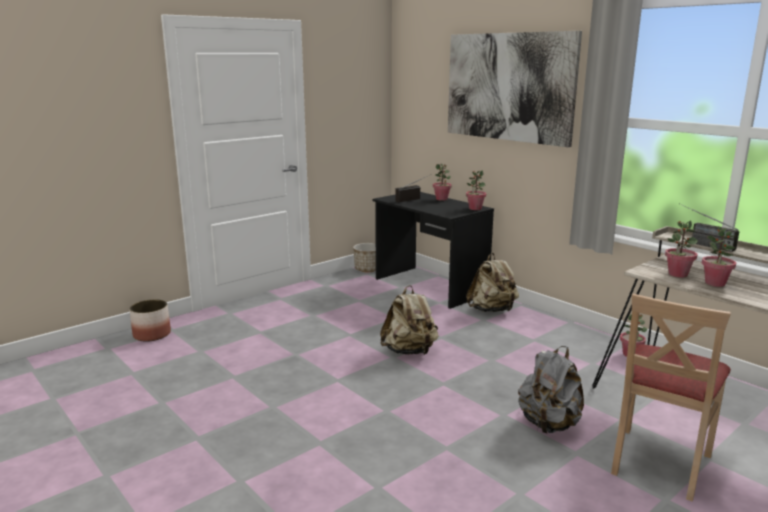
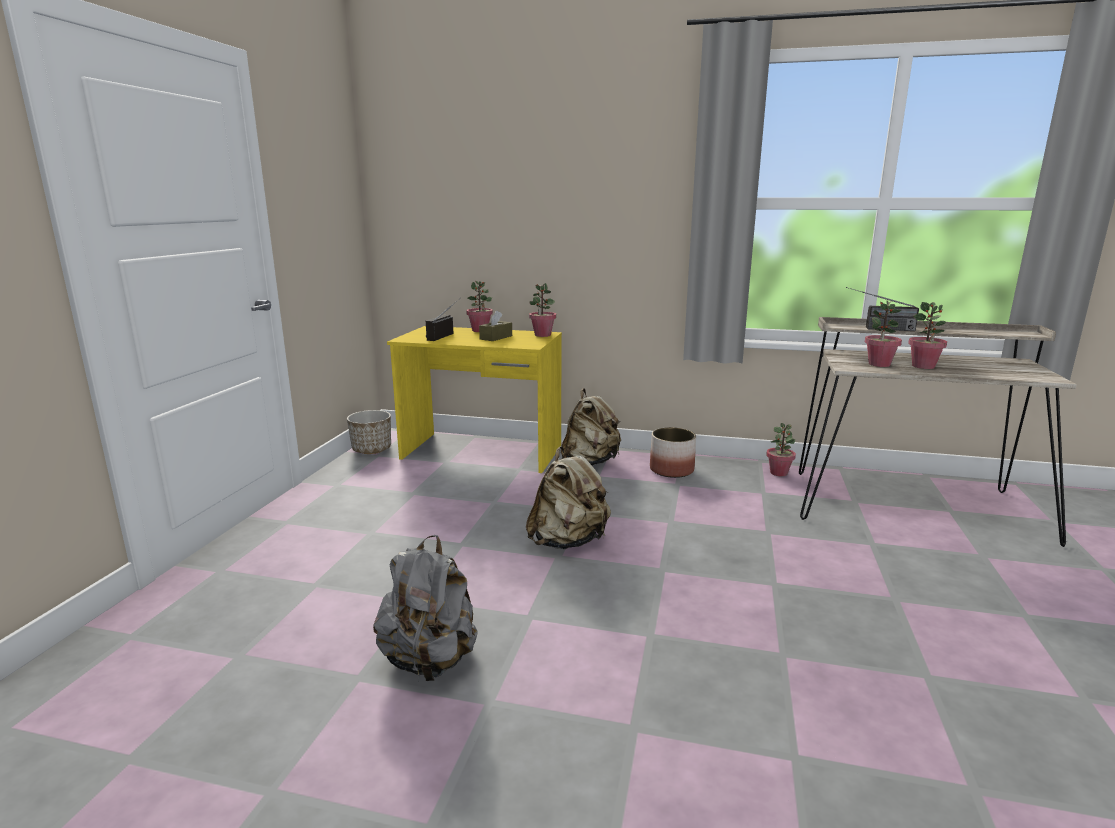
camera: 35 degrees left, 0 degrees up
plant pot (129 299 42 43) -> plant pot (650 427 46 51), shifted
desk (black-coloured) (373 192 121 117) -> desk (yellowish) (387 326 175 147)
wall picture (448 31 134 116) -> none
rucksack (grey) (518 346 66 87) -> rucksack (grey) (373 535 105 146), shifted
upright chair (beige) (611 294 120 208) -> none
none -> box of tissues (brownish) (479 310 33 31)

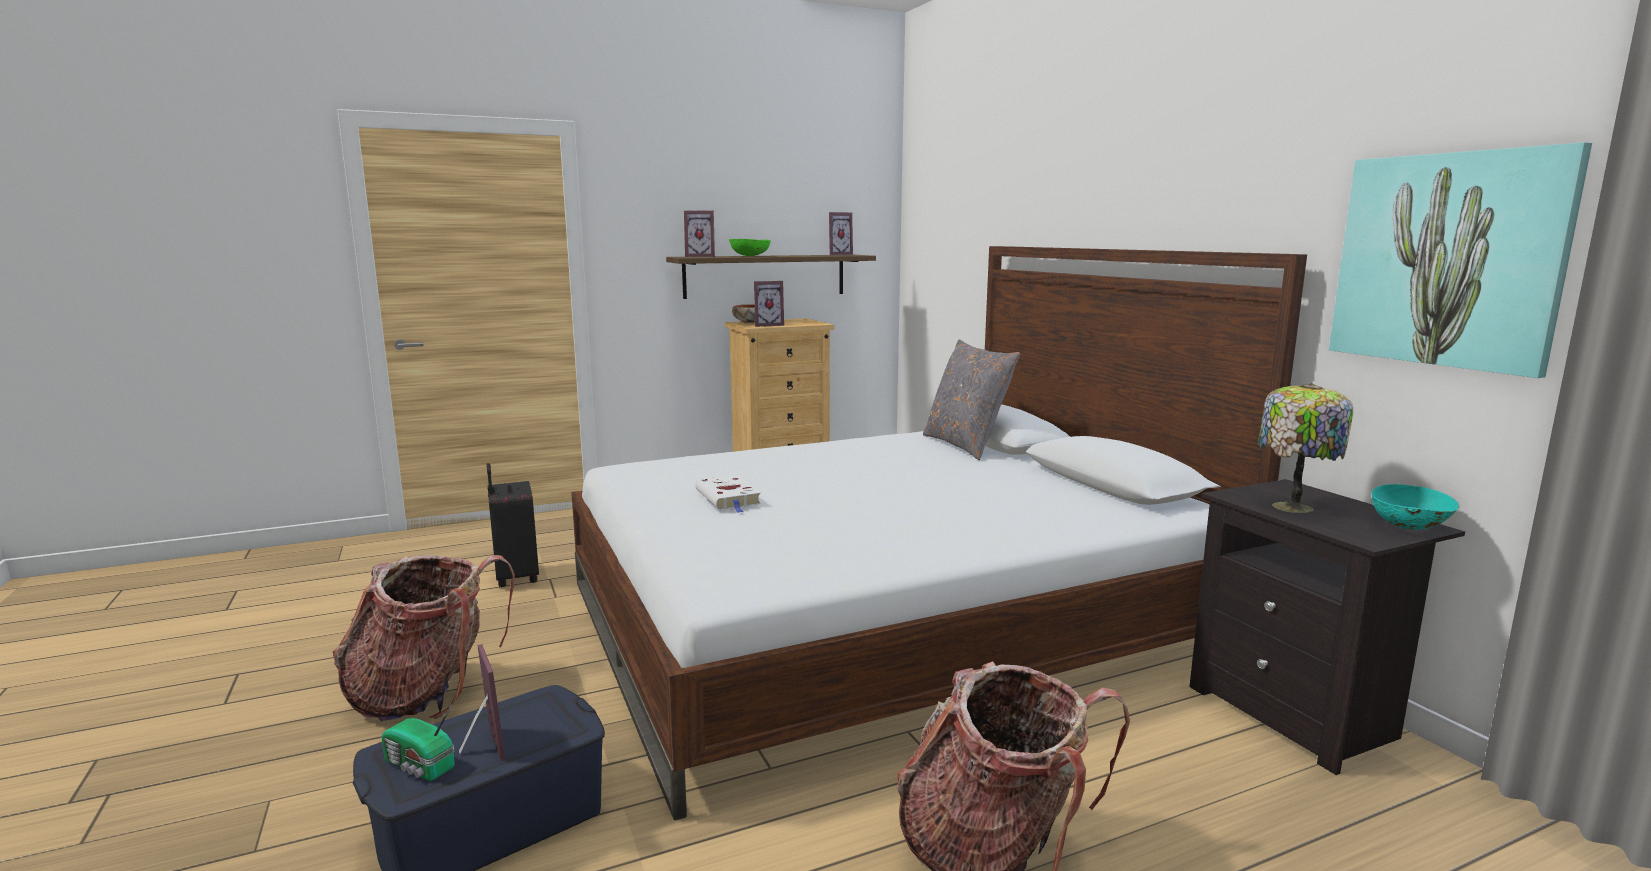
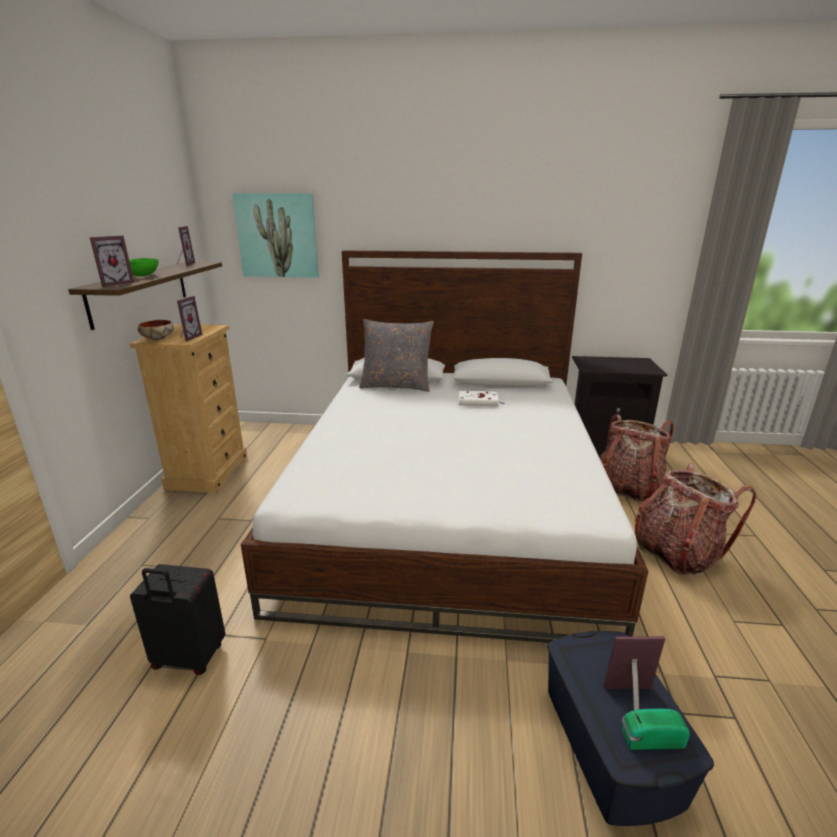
camera: 60 degrees left, 10 degrees up
rucksack (332 555 183 166) -> rucksack (600 414 74 89), shifted
radio (382 703 72 78) -> radio (622 708 68 42), 150 degrees counterclockwise
volume (white-coloured) (695 475 66 38) -> volume (white-coloured) (458 391 47 15), shifted
lamp for a table (1258 383 95 130) -> none
wall picture (1329 142 263 236) -> wall picture (232 193 87 85), shifted
serving bowl (turquoise) (1371 484 89 46) -> none

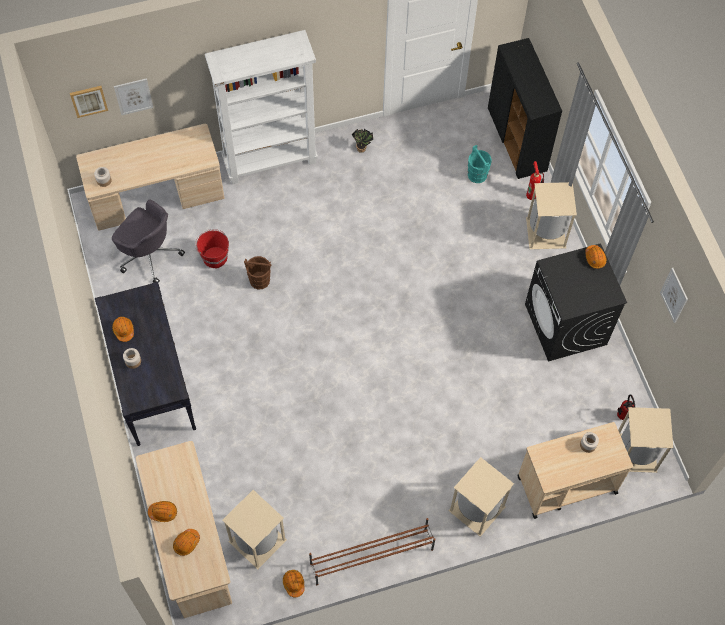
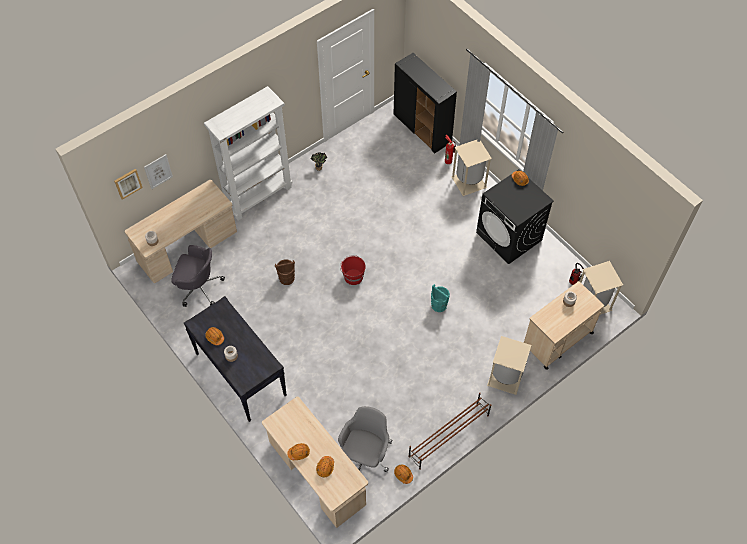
camera: 20 degrees left, 5 degrees down
bucket (reddish) (195 229 34 39) -> bucket (reddish) (340 255 26 30), shifted
waste bin (beige) (222 490 65 79) -> computer chair (grey) (338 406 54 66)
bucket (turquoise) (468 145 24 38) -> bucket (turquoise) (431 284 19 28), shifted
wall picture (660 268 28 55) -> none

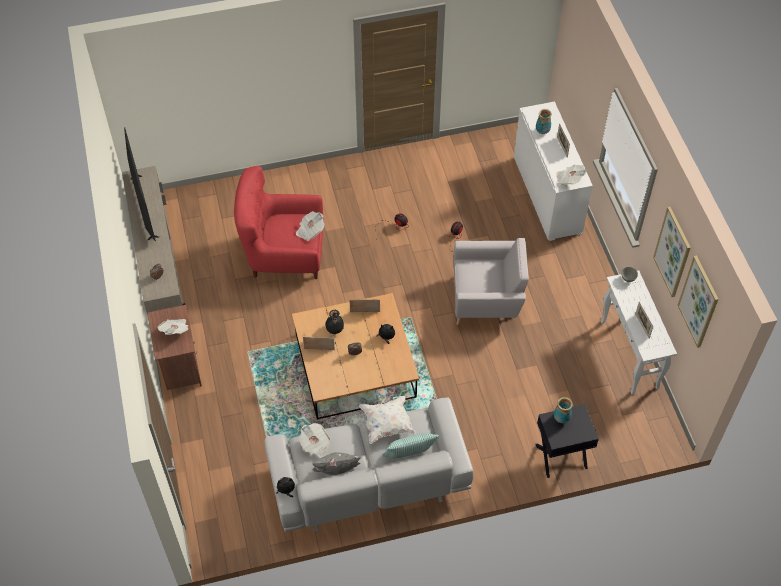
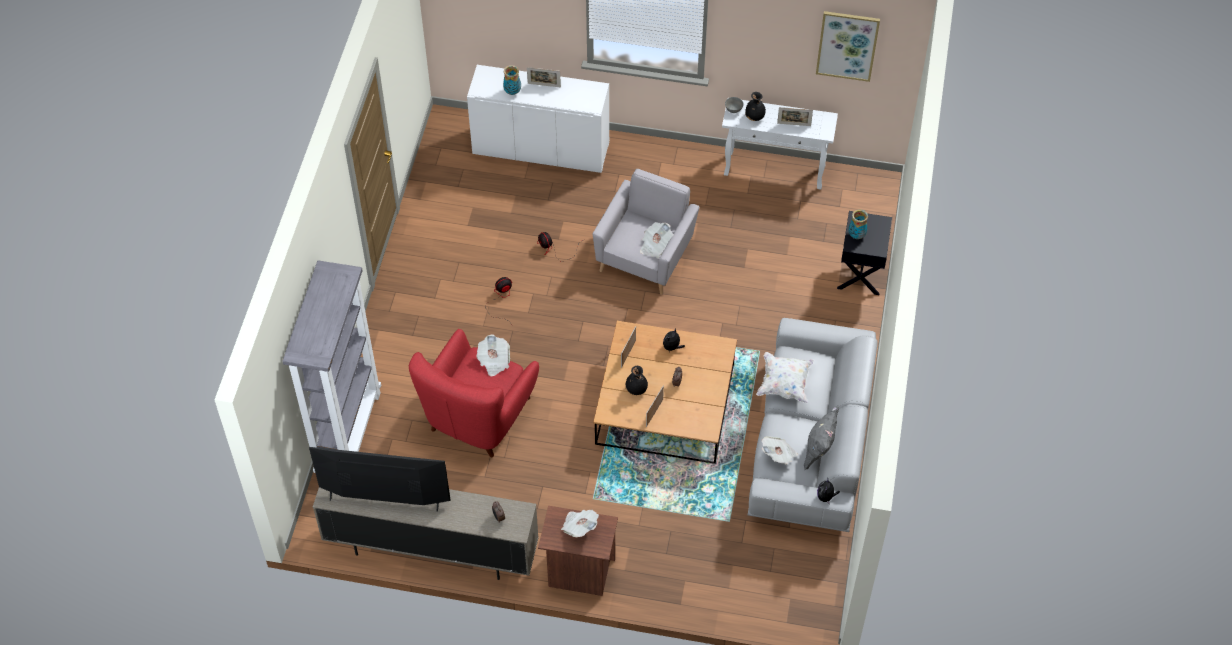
camera: 65 degrees left, 0 degrees up
cushion (382 433 57 25) -> none
printed paper (556 165 30 20) -> printed paper (640 222 34 36), shifted
wall picture (653 207 38 90) -> none
none -> bookcase (grey) (282 260 99 213)
none -> flower vase (black-coloured) (745 92 21 29)

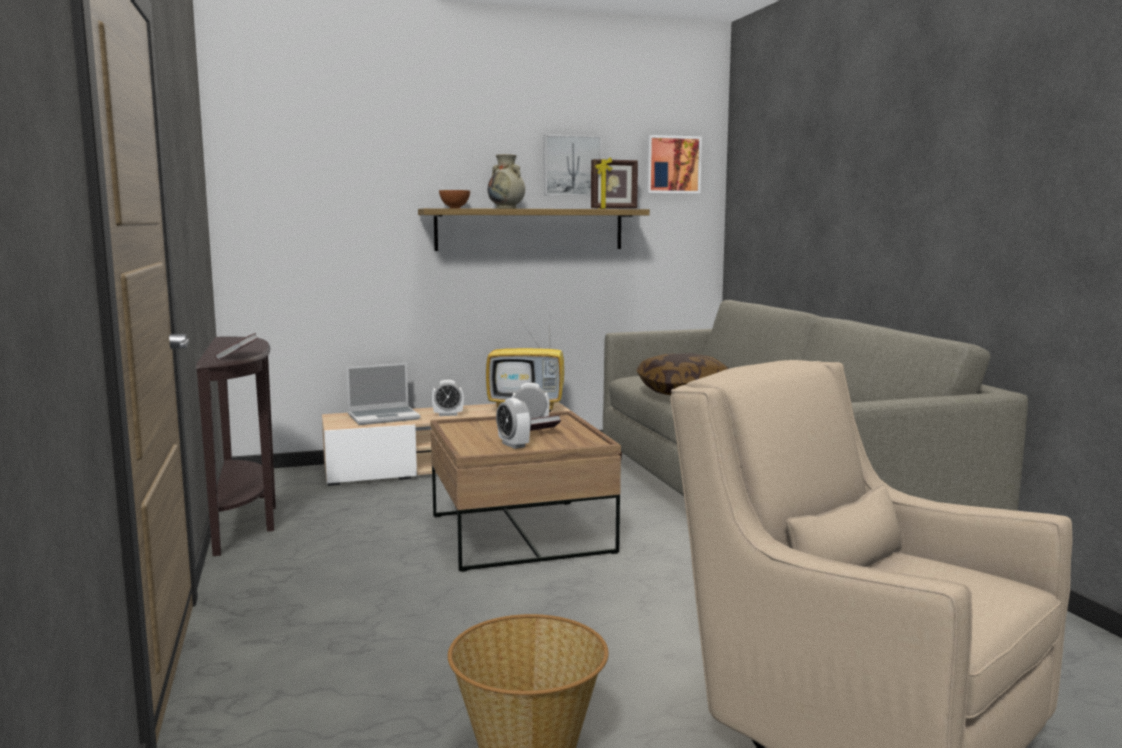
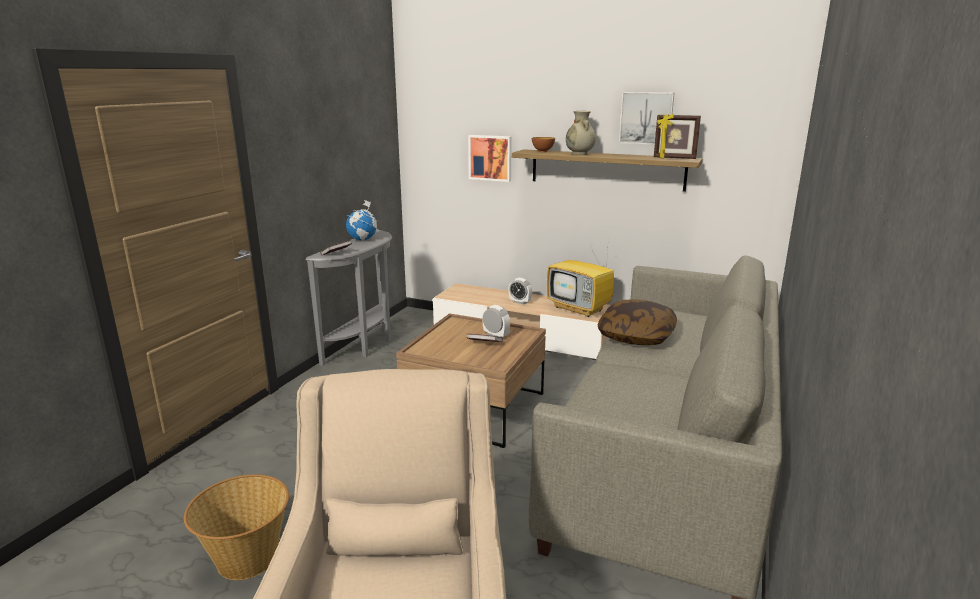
camera: 40 degrees right, 10 degrees up
hall table (brownish) (196 337 80 219) -> hall table (grey) (306 230 86 136)
portable computer (346 363 74 62) -> none
bedside clock (496 398 35 51) -> none
wall picture (646 135 56 59) -> wall picture (468 135 44 47), shifted
none -> globe (346 200 33 41)

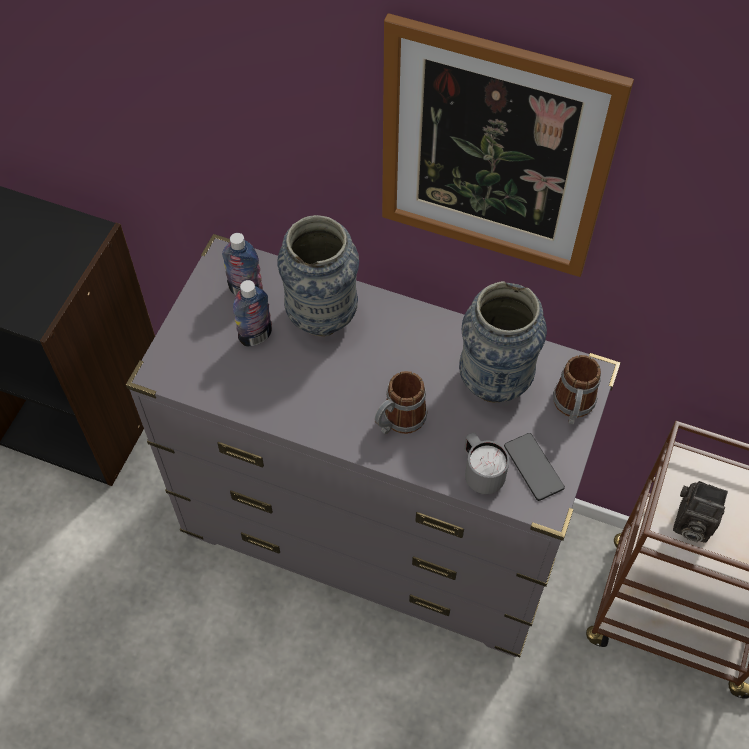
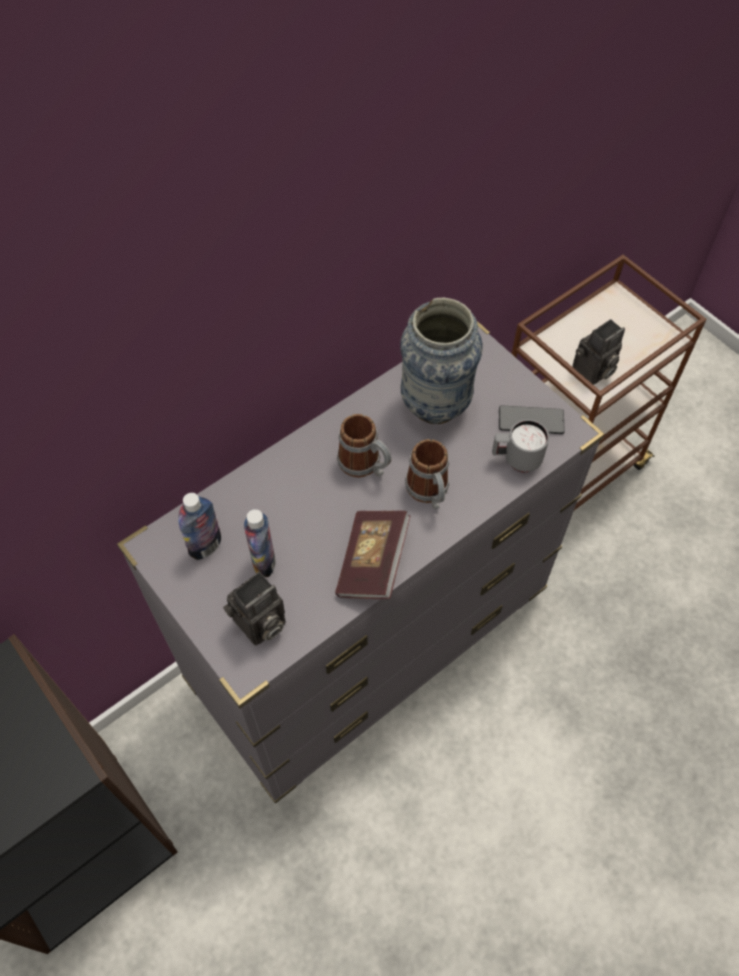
camera: 60 degrees left, 0 degrees up
flower vase (277 215 82 121) -> none
wall picture (382 13 252 264) -> none
tea mug (553 355 48 69) -> tea mug (337 414 54 64), shifted
none -> photo camera (223 572 63 74)
none -> volume (335 511 76 88)

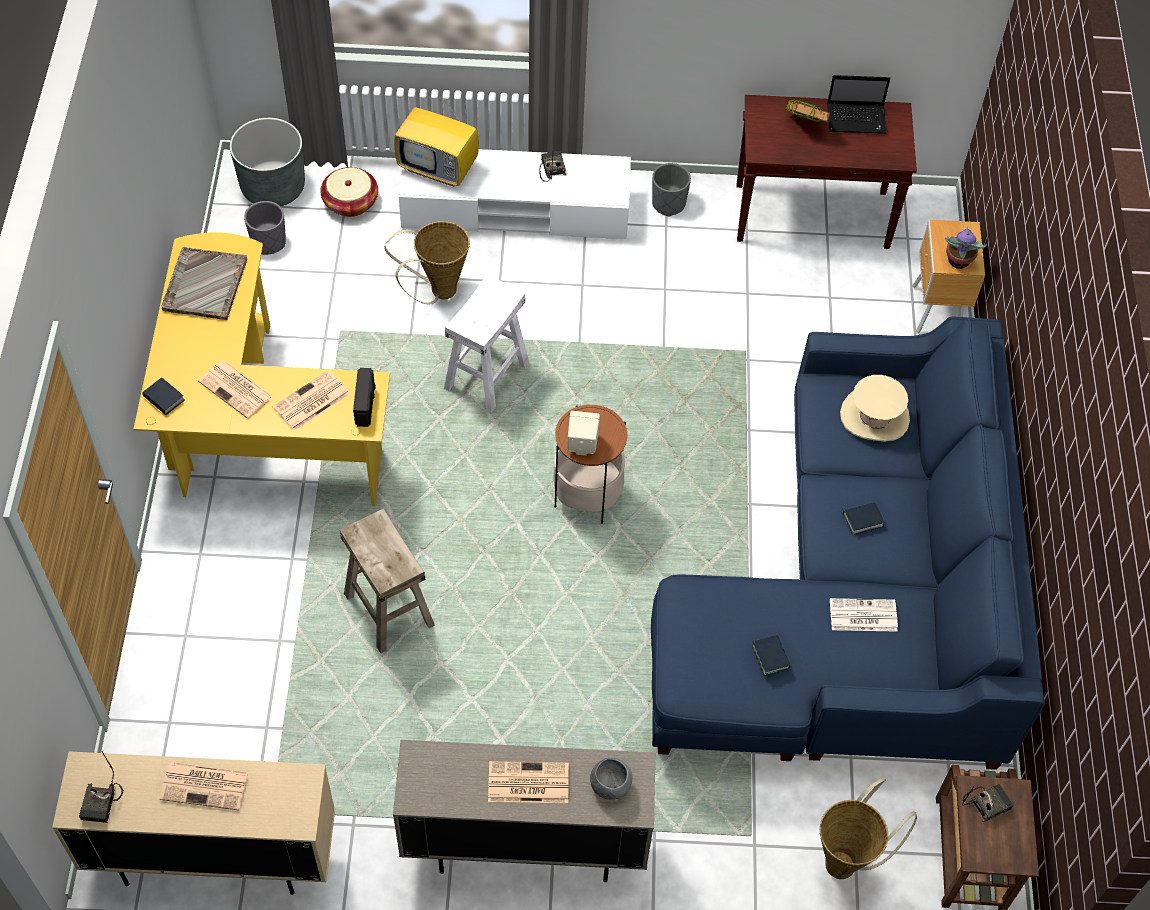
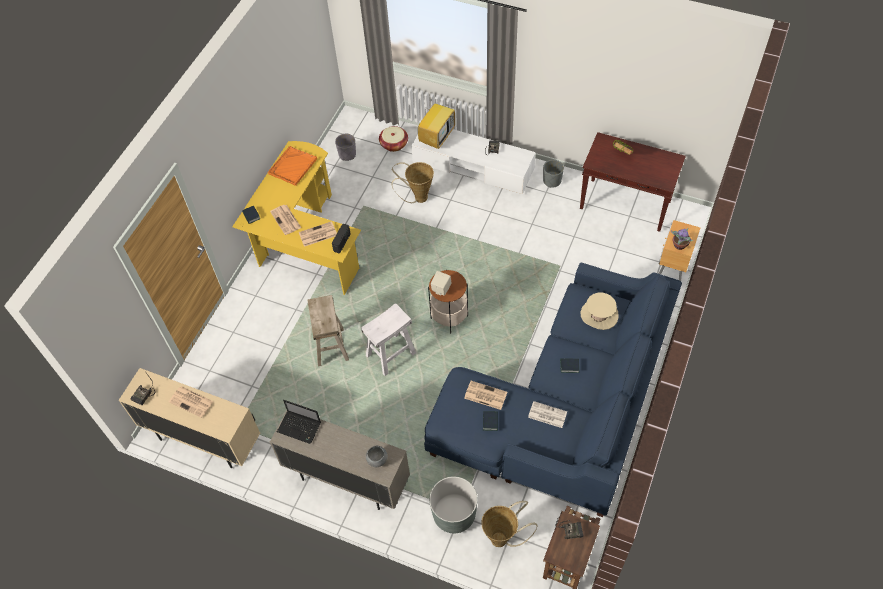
camera: 25 degrees right, 0 degrees up
carrying tray (grey) (161 247 86 73) -> carrying tray (orange-coloured) (268 146 49 40)
plant pot (grey) (230 118 75 89) -> plant pot (grey) (429 476 49 57), shifted
TV set (394 94 85 93) -> TV set (418 97 37 52), 105 degrees counterclockwise
sitting stool (white-coloured) (444 275 85 138) -> sitting stool (white-coloured) (361 303 55 73), shifted
printed paper (488 761 81 42) -> printed paper (464 381 43 29), shifted
portable computer (827 75 63 59) -> portable computer (277 400 44 44), shifted

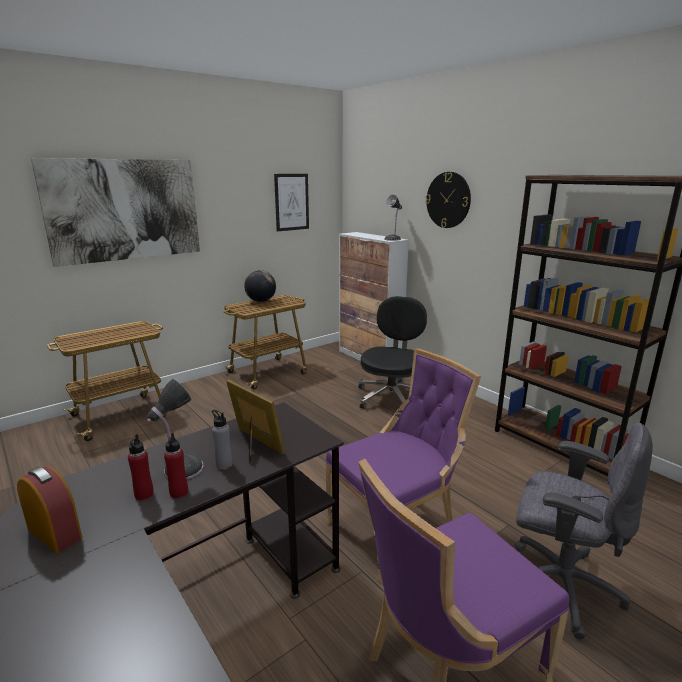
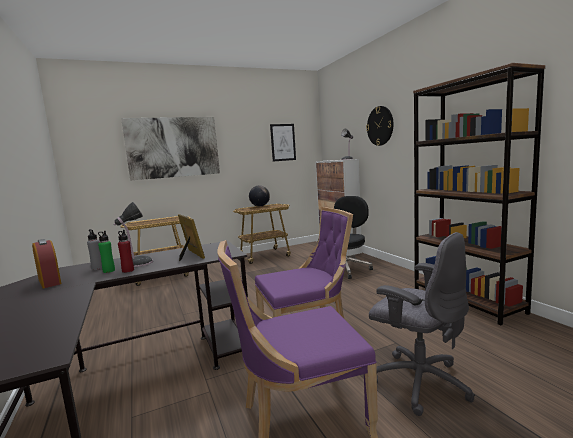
camera: 15 degrees right, 10 degrees down
bottle (reddish) (128 434 26 66) -> bottle (green) (98 231 17 42)
bottle (grey) (212 410 20 60) -> bottle (grey) (87 229 15 41), shifted

